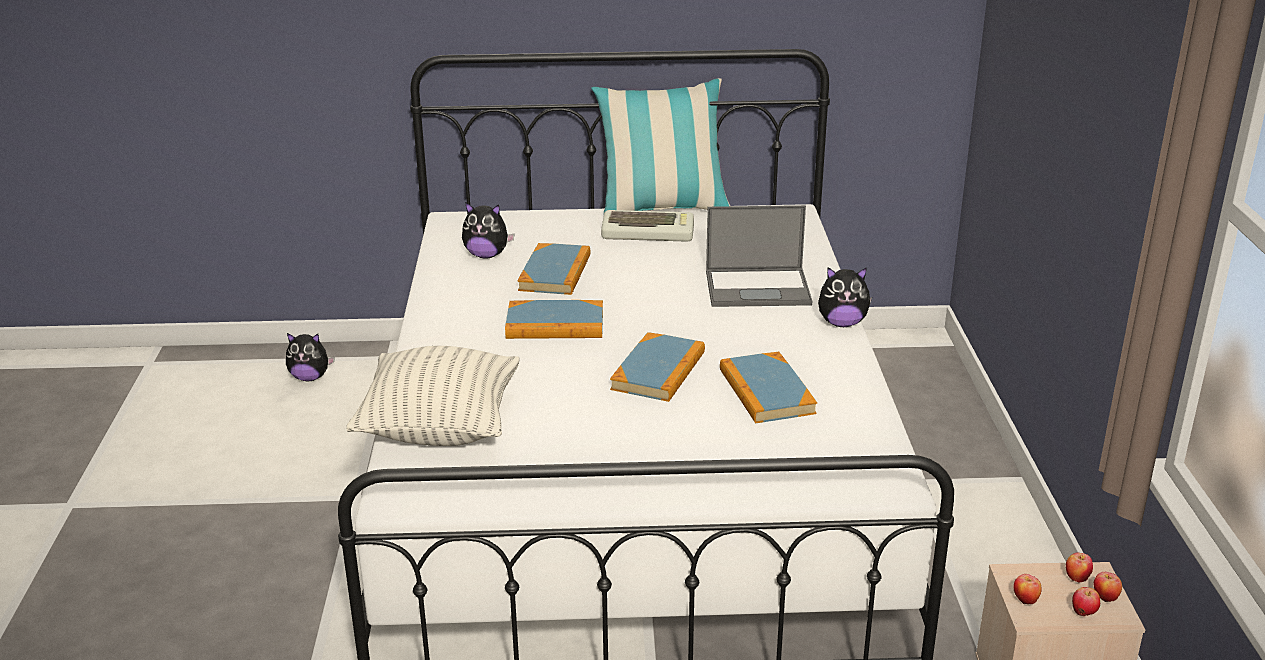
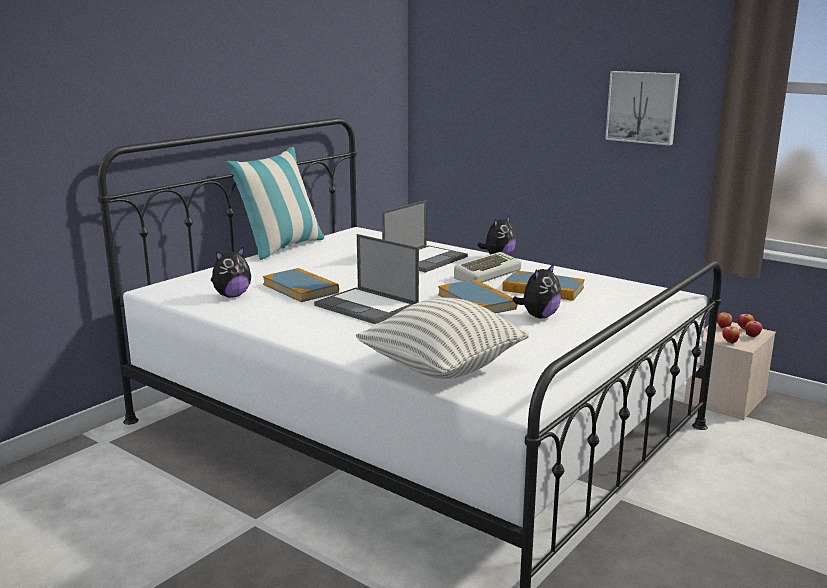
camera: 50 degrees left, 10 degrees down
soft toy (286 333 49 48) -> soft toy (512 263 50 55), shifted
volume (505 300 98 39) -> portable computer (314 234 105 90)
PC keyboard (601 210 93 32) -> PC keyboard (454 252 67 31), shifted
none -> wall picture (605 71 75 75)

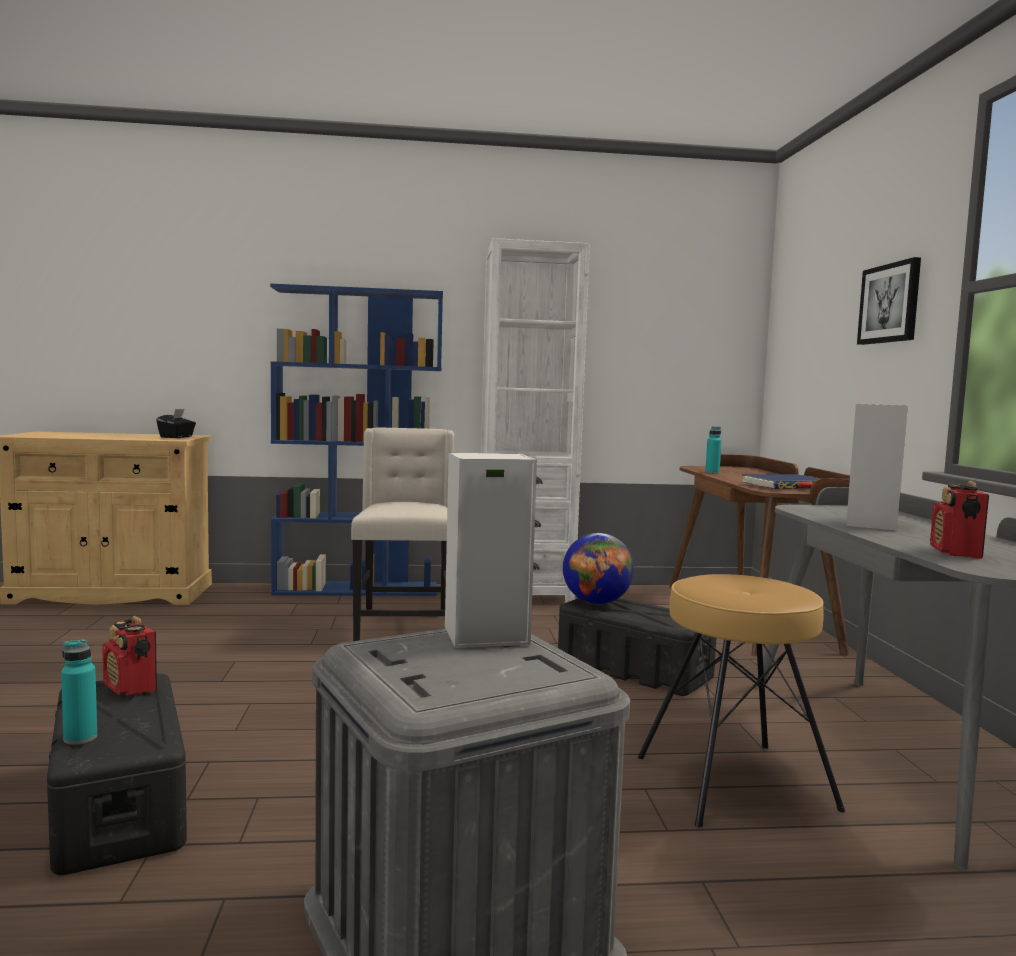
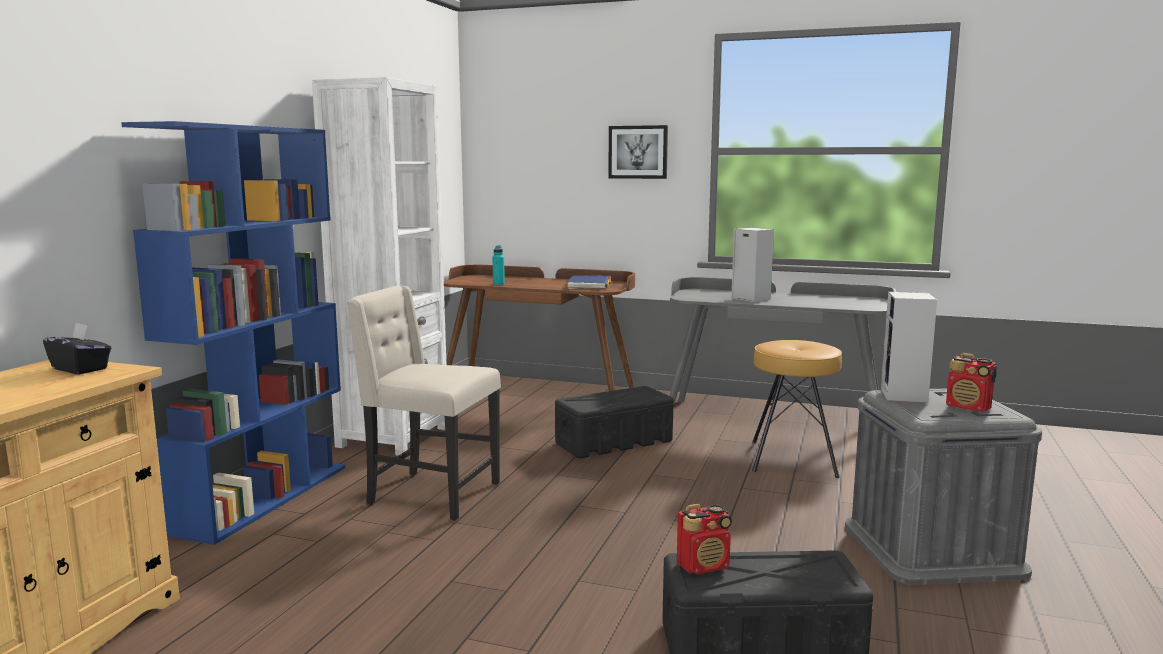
camera: 65 degrees left, 5 degrees up
bottle (turquoise) (61 639 36 106) -> none
globe (563 533 71 71) -> none
radio (930 481 59 78) -> radio (946 353 51 59), shifted

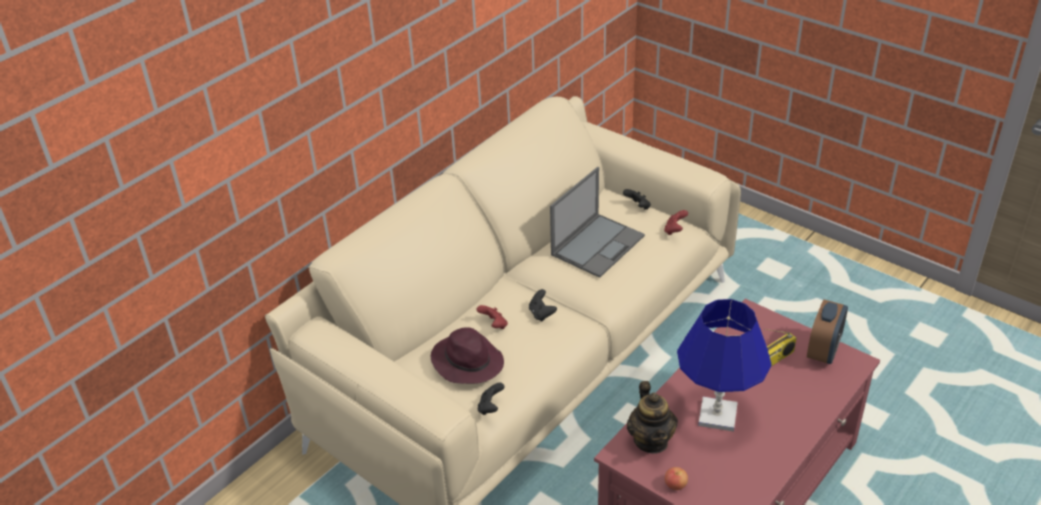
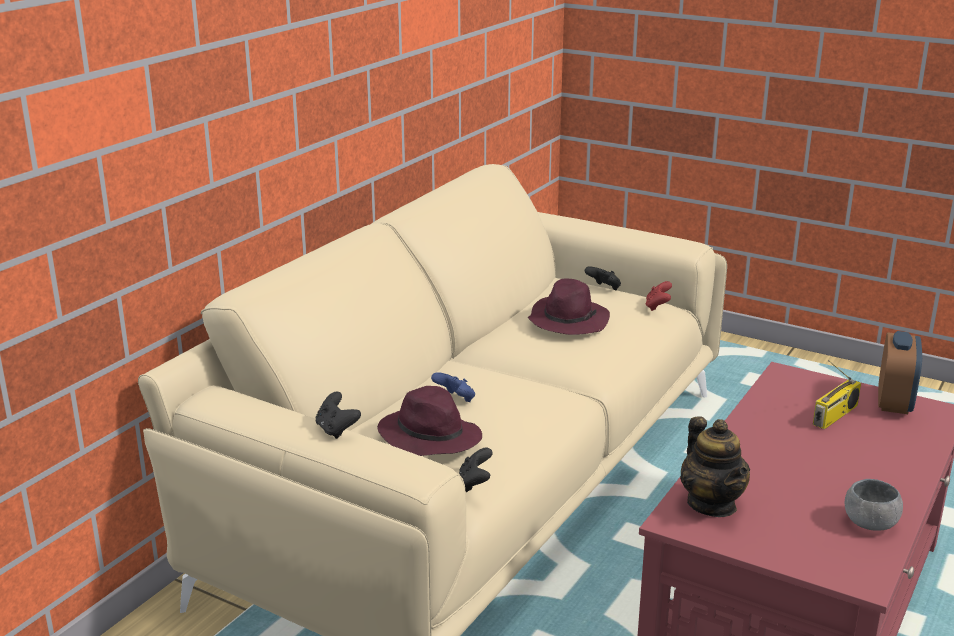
camera: 10 degrees left, 15 degrees down
game controller (reddish) (477 305 31 24) -> game controller (bluish) (431 372 44 30)
game controller (black-coloured) (529 289 28 33) -> game controller (black-coloured) (316 392 45 47), shifted
portable computer (550 167 95 111) -> wearable hat (purple) (528 278 82 57)
apple (665 467 23 23) -> none
lamp for a table (bluish) (677 299 94 133) -> none
none -> serving bowl (grey) (845 479 58 52)

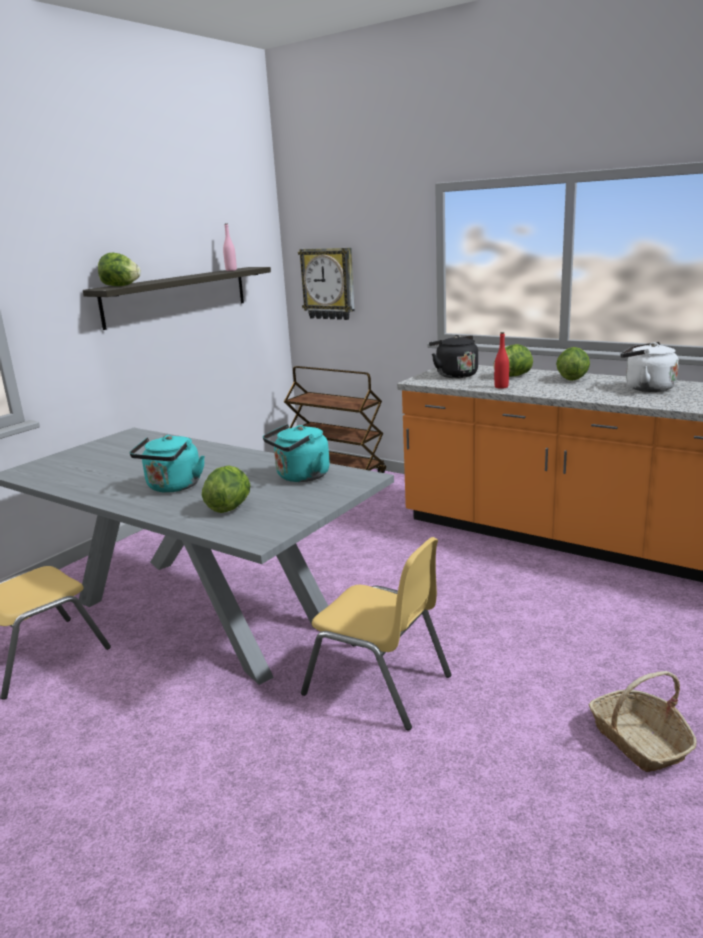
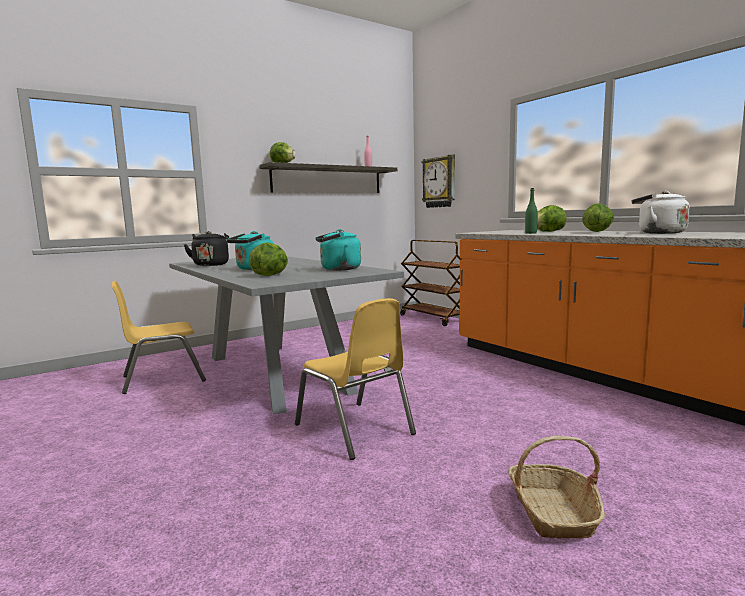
camera: 20 degrees right, 10 degrees down
kettle (black-coloured) (429 335 49 43) -> kettle (black-coloured) (183 231 46 35), shifted
bottle (reddish) (494 332 15 57) -> bottle (green) (525 188 13 46)

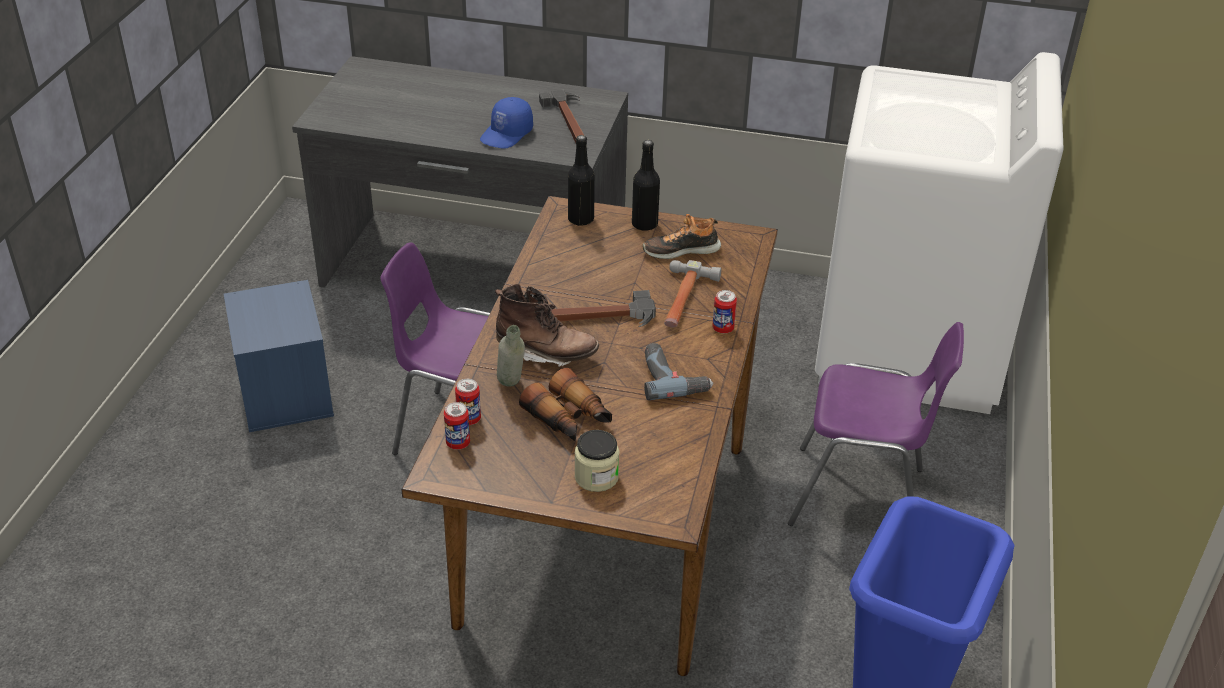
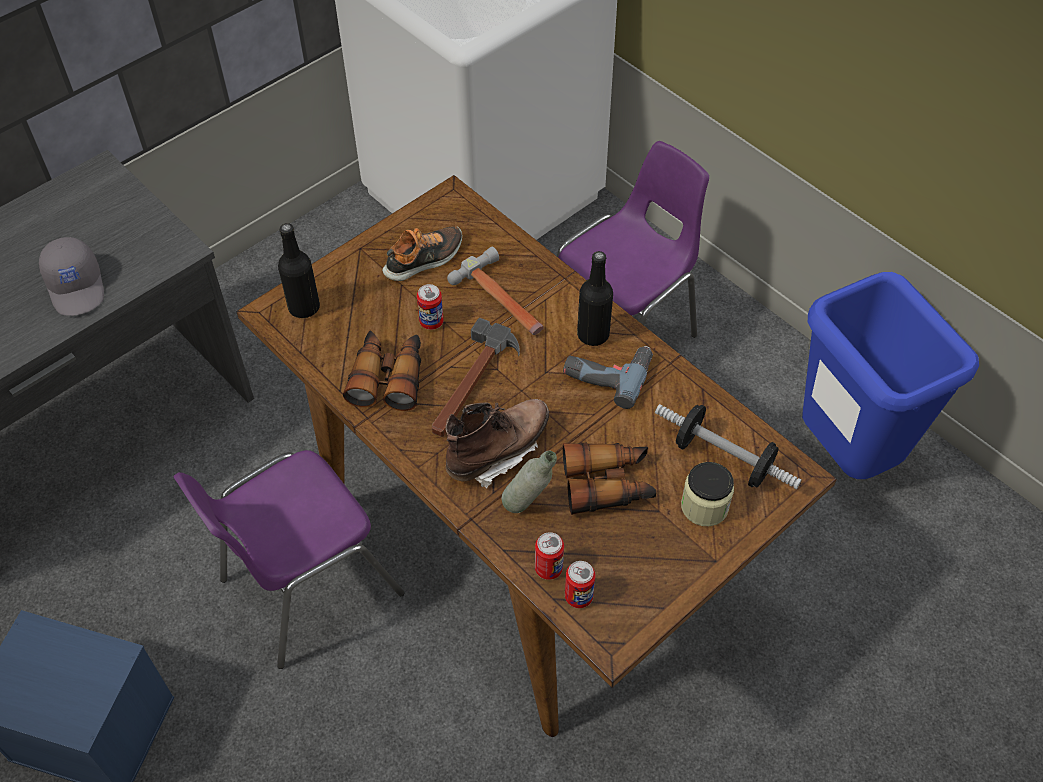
camera: 55 degrees left, 15 degrees up
peaked cap (bluish) (480 97 53 51) -> peaked cap (grey) (39 237 65 79)
tool hammer (539 89 45 54) -> none
bottle (black-coloured) (632 140 28 91) -> bottle (black-coloured) (577 251 36 95), shifted
low shoe (642 214 79 45) -> low shoe (382 226 81 56), 150 degrees counterclockwise
sealed can (712 290 25 43) -> sealed can (417 284 27 46), shifted
none -> binoculars (343 330 78 81)
none -> free weight (655 404 147 85)

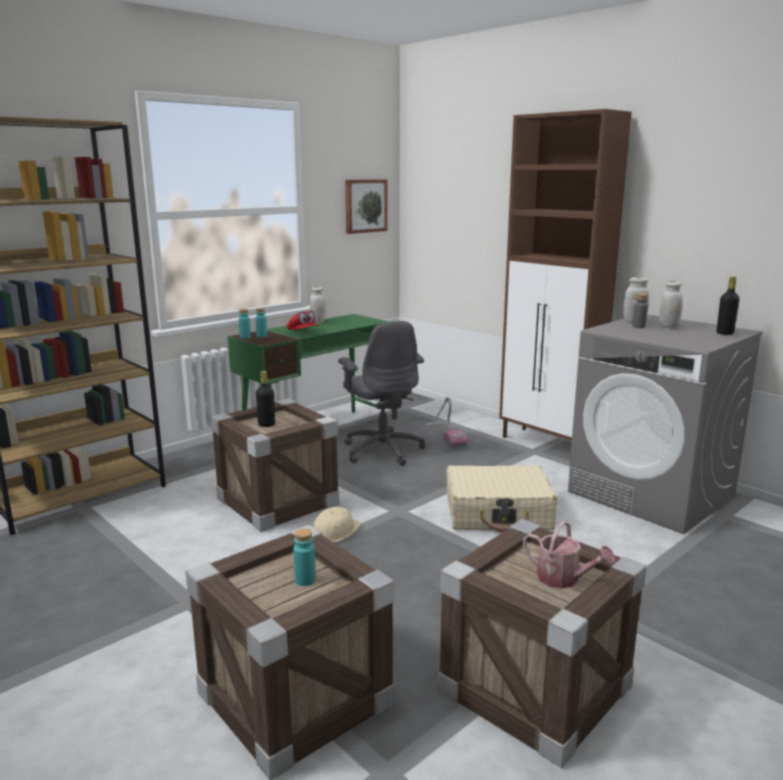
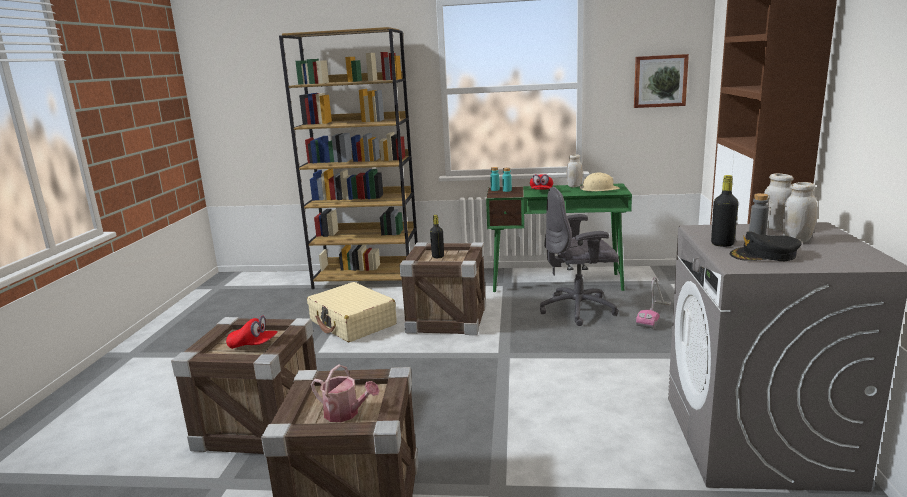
camera: 50 degrees right, 0 degrees up
bottle (turquoise) (293 529 23 57) -> peaked cap (reddish) (226 315 52 34)
safety helmet (beige) (313 507 48 35) -> safety helmet (beige) (580 173 40 18), shifted
computer chair (grey) (338 321 87 145) -> computer chair (grey) (540 187 79 139), 60 degrees clockwise
travel case (beige) (447 466 110 67) -> travel case (beige) (307 282 90 60), shifted
watering pot (523 521 92 68) -> watering pot (311 364 69 58), 60 degrees counterclockwise
bottle (black-coloured) (717 276 23 59) -> bottle (black-coloured) (711 175 28 72), shifted
none -> peaked cap (black-coloured) (730 231 72 30)

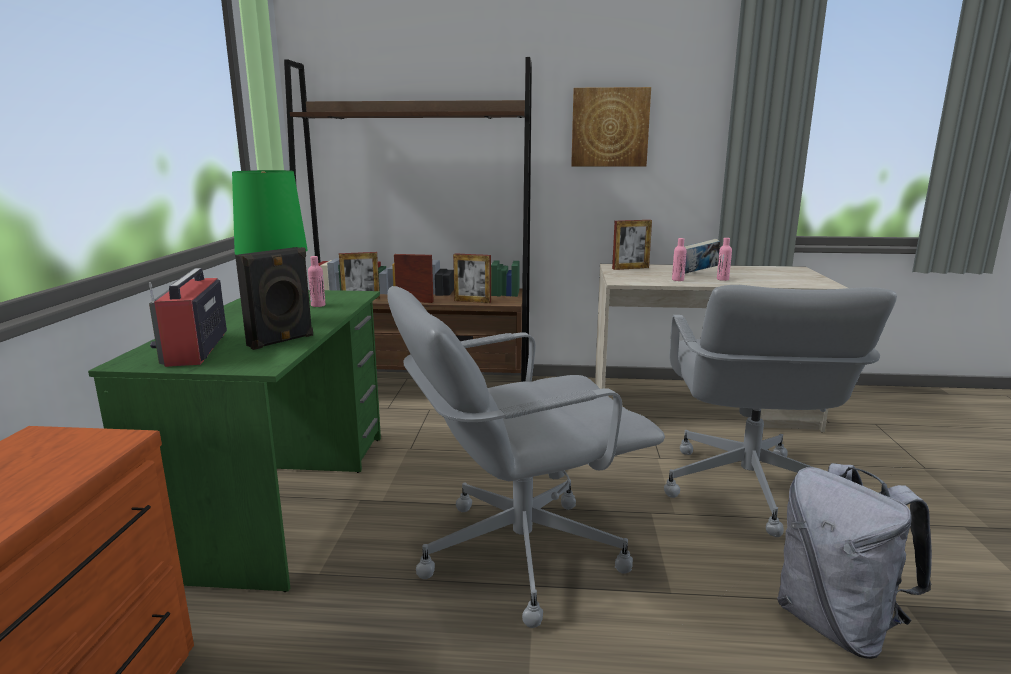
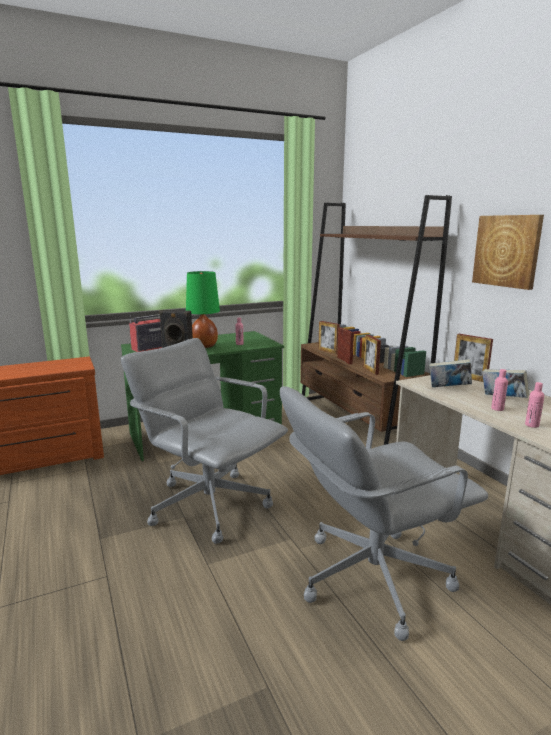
camera: 60 degrees right, 0 degrees up
bottle (pink) (672 238 15 43) -> bottle (pink) (525 382 19 46), shifted
rucksack (grey) (777 463 155 196) -> none
none -> volume (429 359 43 28)

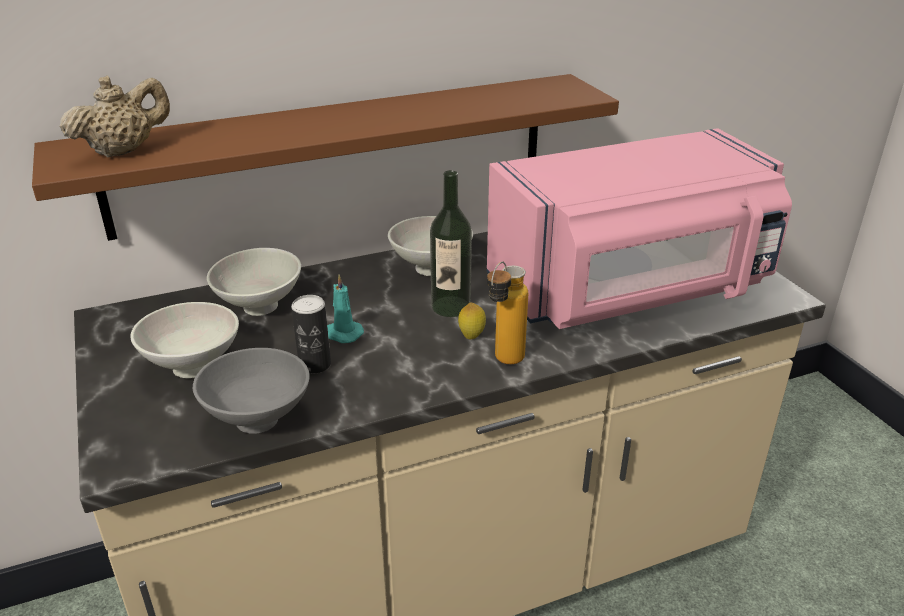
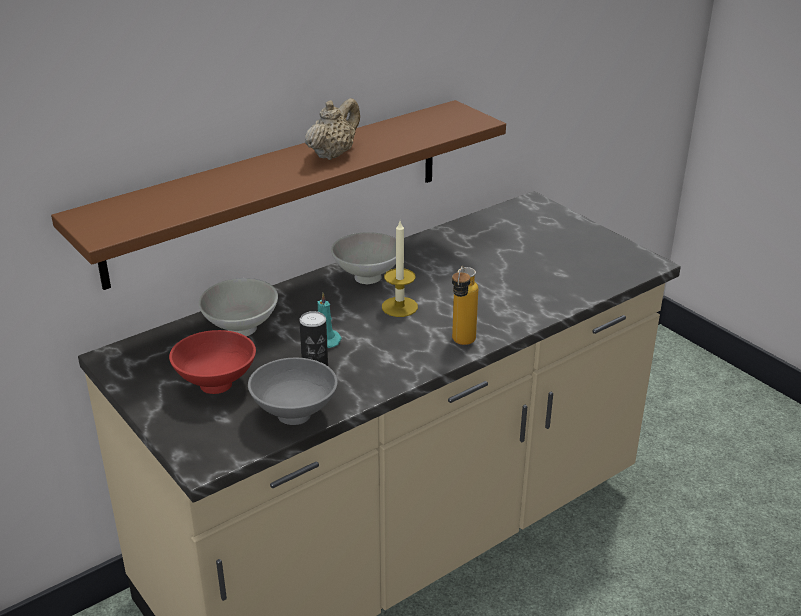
camera: 15 degrees left, 0 degrees up
teapot (beige) (59 76 111 81) -> teapot (beige) (305 98 55 62), shifted
serving bowl (white-coloured) (130 302 109 76) -> serving bowl (reddish) (169 330 87 64)
bottle (430 170 42 147) -> wax light (382 221 36 96)
whole lemon (458 302 28 37) -> none
microwave (pink) (487 128 305 201) -> none

